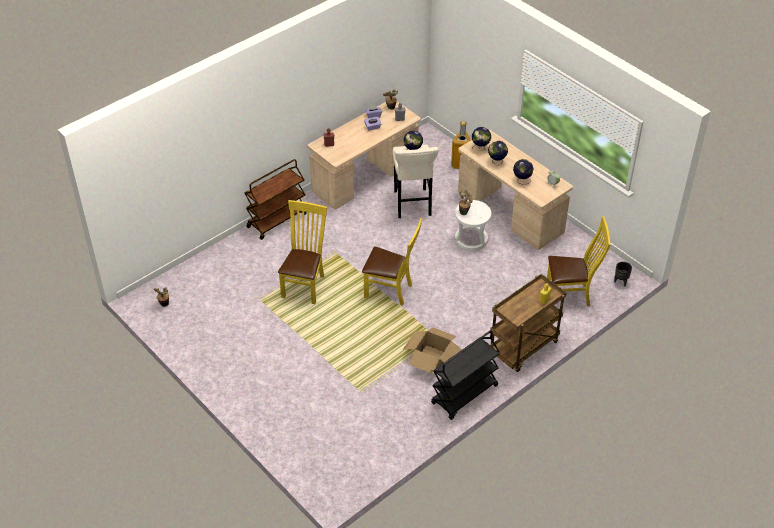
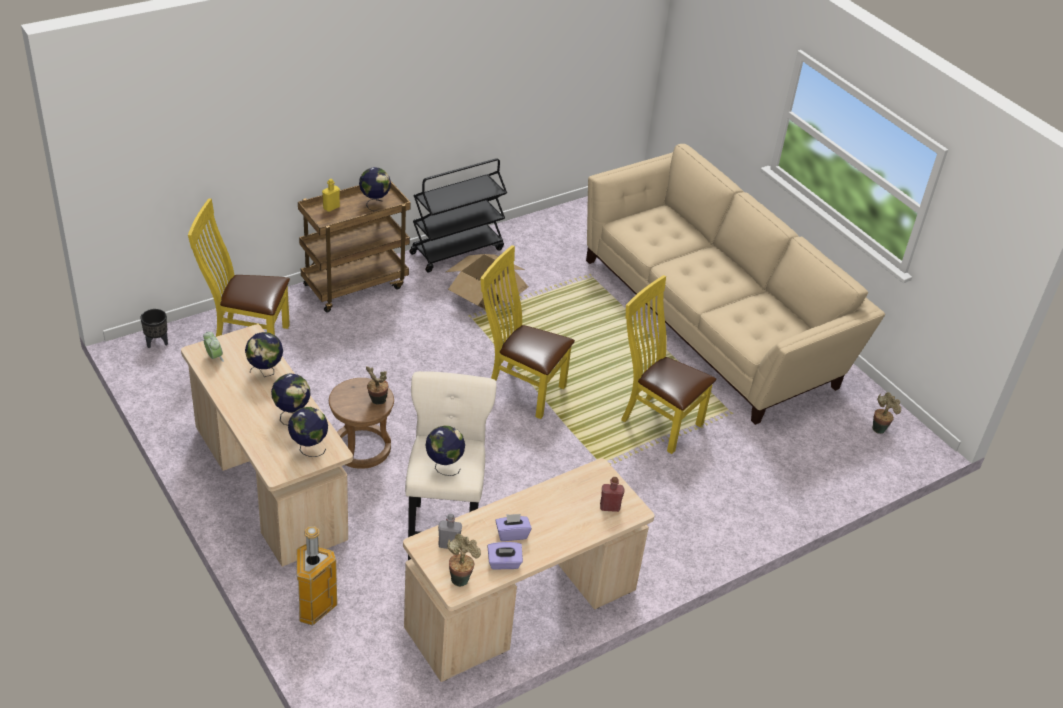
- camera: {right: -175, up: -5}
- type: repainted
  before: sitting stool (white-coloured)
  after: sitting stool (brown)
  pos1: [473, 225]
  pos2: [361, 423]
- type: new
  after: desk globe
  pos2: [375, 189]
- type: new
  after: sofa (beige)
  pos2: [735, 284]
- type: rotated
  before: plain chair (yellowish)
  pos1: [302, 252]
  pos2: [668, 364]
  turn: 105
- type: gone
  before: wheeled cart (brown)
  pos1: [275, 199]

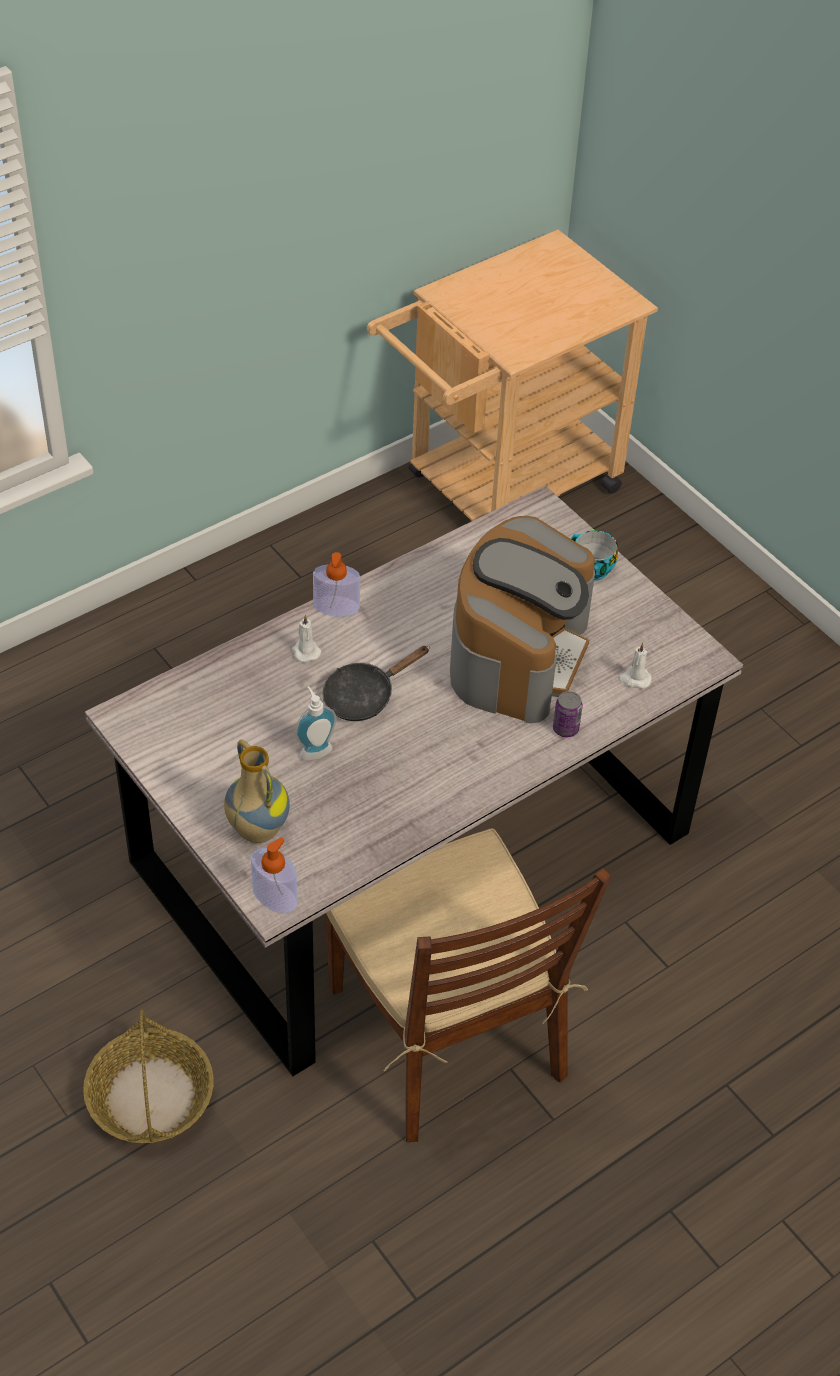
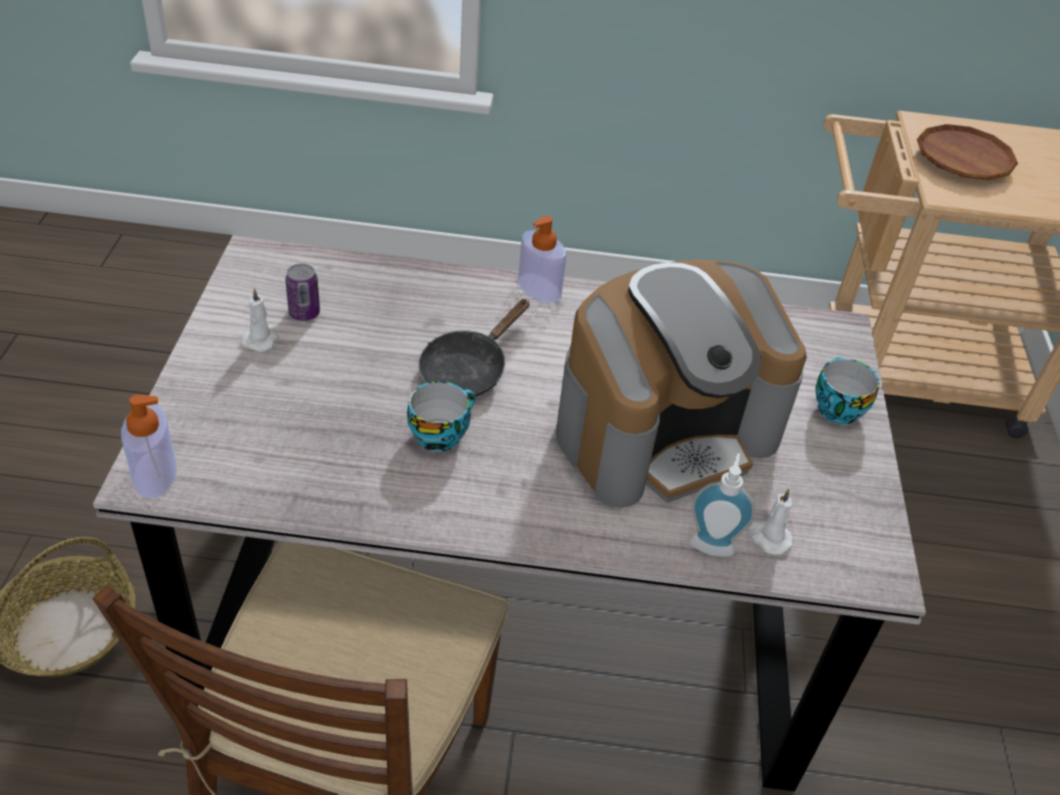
- camera: {right: 40, up: -5}
- type: shifted
  before: wax candle (white-coloured)
  pos1: [306, 639]
  pos2: [260, 320]
- type: shifted
  before: metal can
  pos1: [568, 714]
  pos2: [302, 292]
- type: new
  after: small cup
  pos2: [441, 416]
- type: rotated
  before: pan (black-coloured)
  pos1: [376, 683]
  pos2: [474, 348]
  turn: -60
- type: shifted
  before: soap dispenser
  pos1: [315, 723]
  pos2: [722, 505]
- type: new
  after: dinner plate (brown)
  pos2: [967, 152]
- type: gone
  before: decorative vase
  pos1: [257, 791]

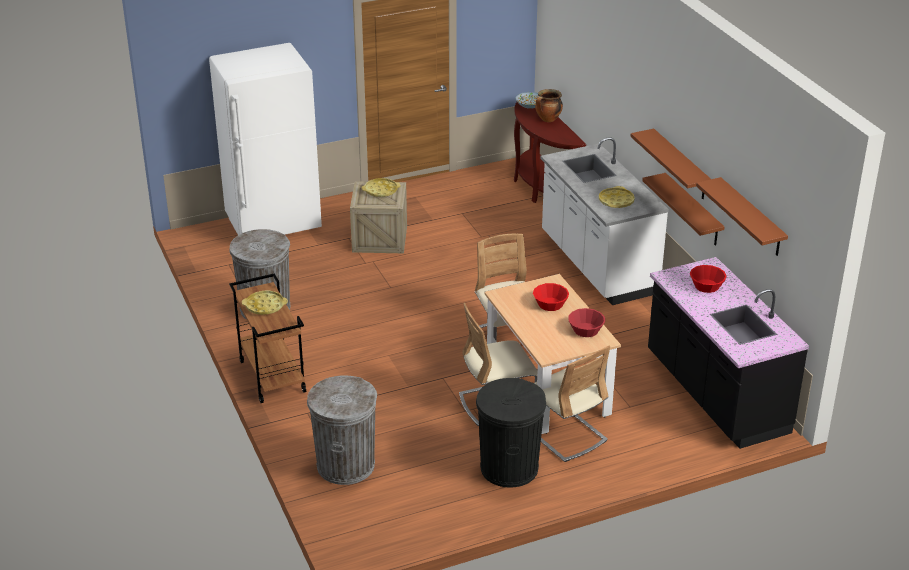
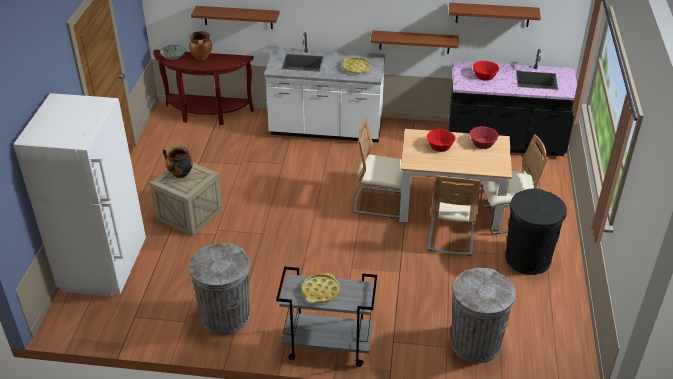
- camera: {right: -60, up: 5}
- type: swapped
  before: serving tray (yellowish)
  after: cooking pot
  pos1: [381, 187]
  pos2: [178, 162]
- type: shifted
  before: shelf (brown)
  pos1: [670, 164]
  pos2: [235, 17]
- type: repainted
  before: wheeled cart (brown)
  after: wheeled cart (grey)
  pos1: [267, 338]
  pos2: [326, 317]

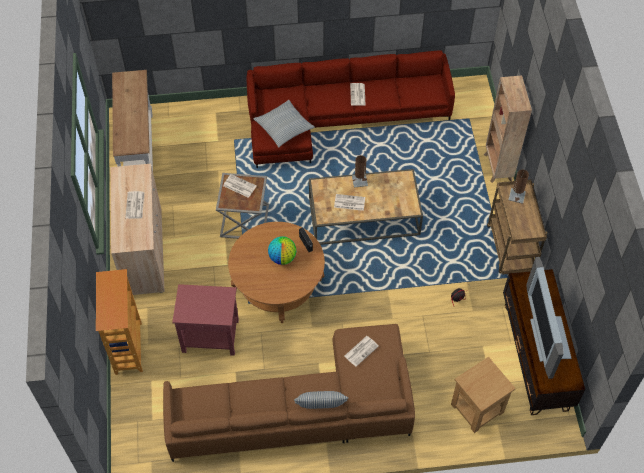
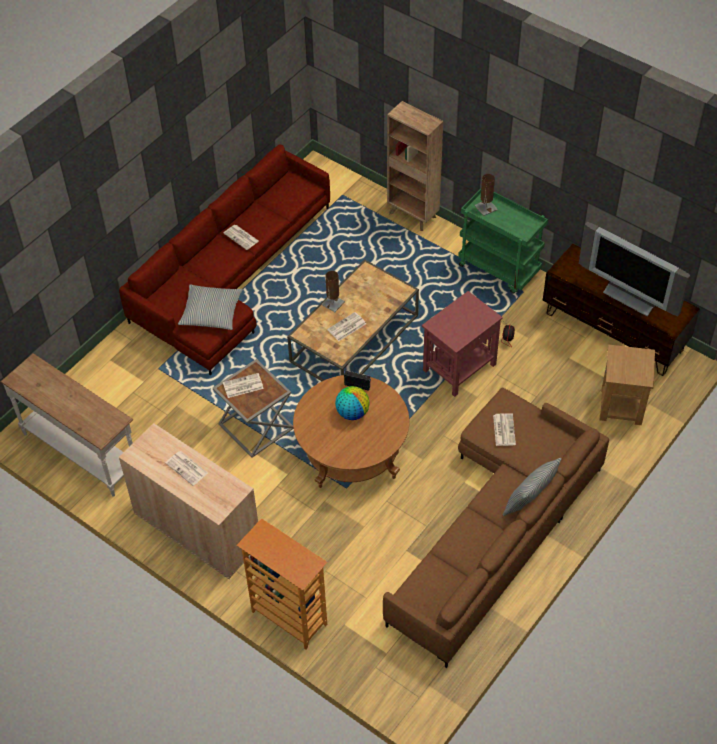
- camera: {right: -45, up: -5}
- type: shifted
  before: end table (red)
  pos1: [205, 320]
  pos2: [462, 344]
- type: repainted
  before: wheeled cart (brown)
  after: wheeled cart (green)
  pos1: [517, 227]
  pos2: [503, 241]

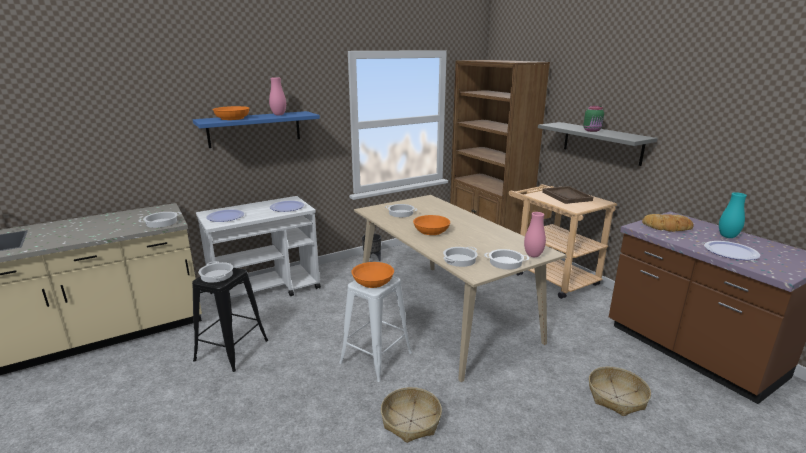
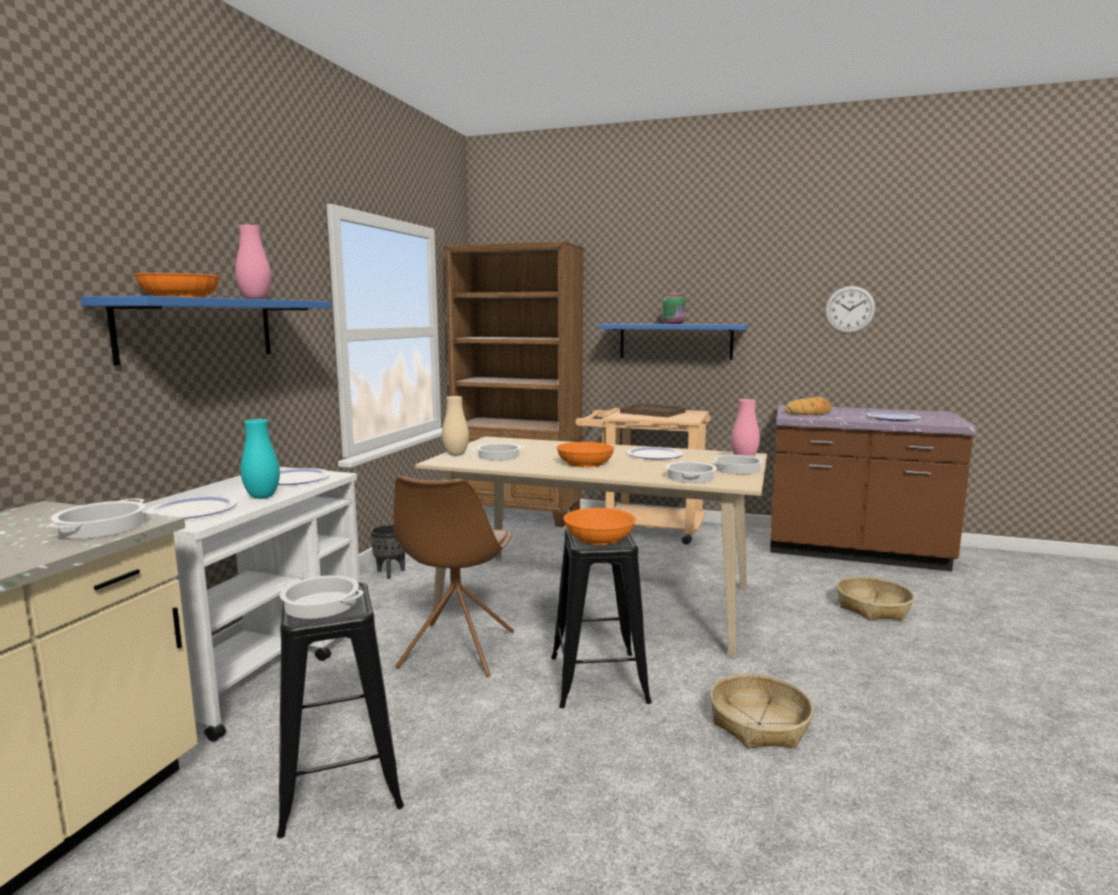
- camera: {right: -40, up: -10}
- type: shifted
  before: decorative vase (blue-green)
  pos1: [733, 215]
  pos2: [260, 459]
- type: new
  after: plain chair (brown)
  pos2: [454, 576]
- type: new
  after: decorative vase (beige)
  pos2: [455, 426]
- type: repainted
  before: sitting stool (white-coloured)
  after: sitting stool (black-coloured)
  pos1: [375, 329]
  pos2: [601, 619]
- type: repainted
  before: shelf (grey)
  after: shelf (blue-coloured)
  pos1: [598, 144]
  pos2: [673, 342]
- type: new
  after: dinner plate
  pos2: [655, 453]
- type: new
  after: clock on the wall
  pos2: [850, 310]

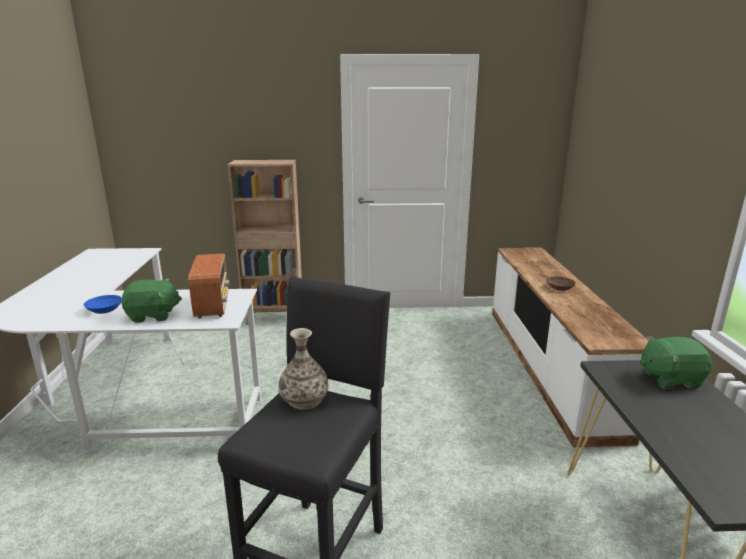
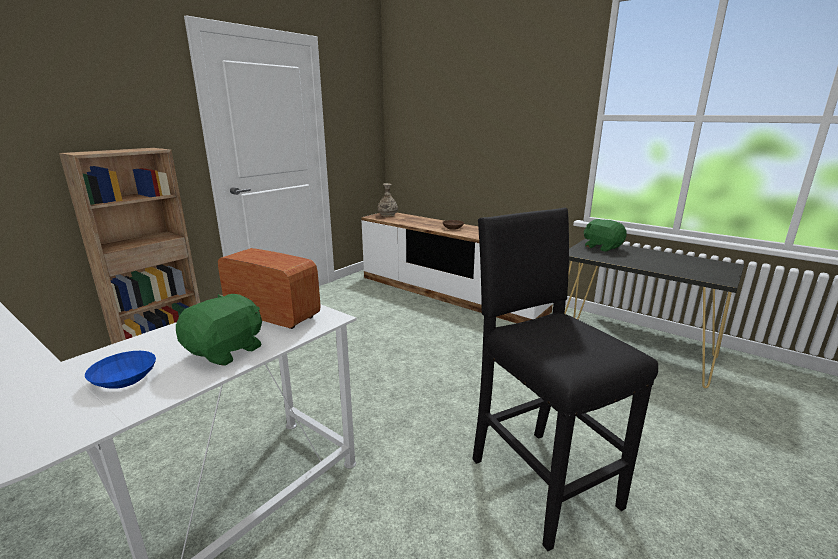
- camera: {right: -50, up: 0}
- type: shifted
  before: decorative vase
  pos1: [303, 369]
  pos2: [388, 200]
- type: rotated
  before: soft toy (green)
  pos1: [677, 362]
  pos2: [605, 235]
  turn: 105

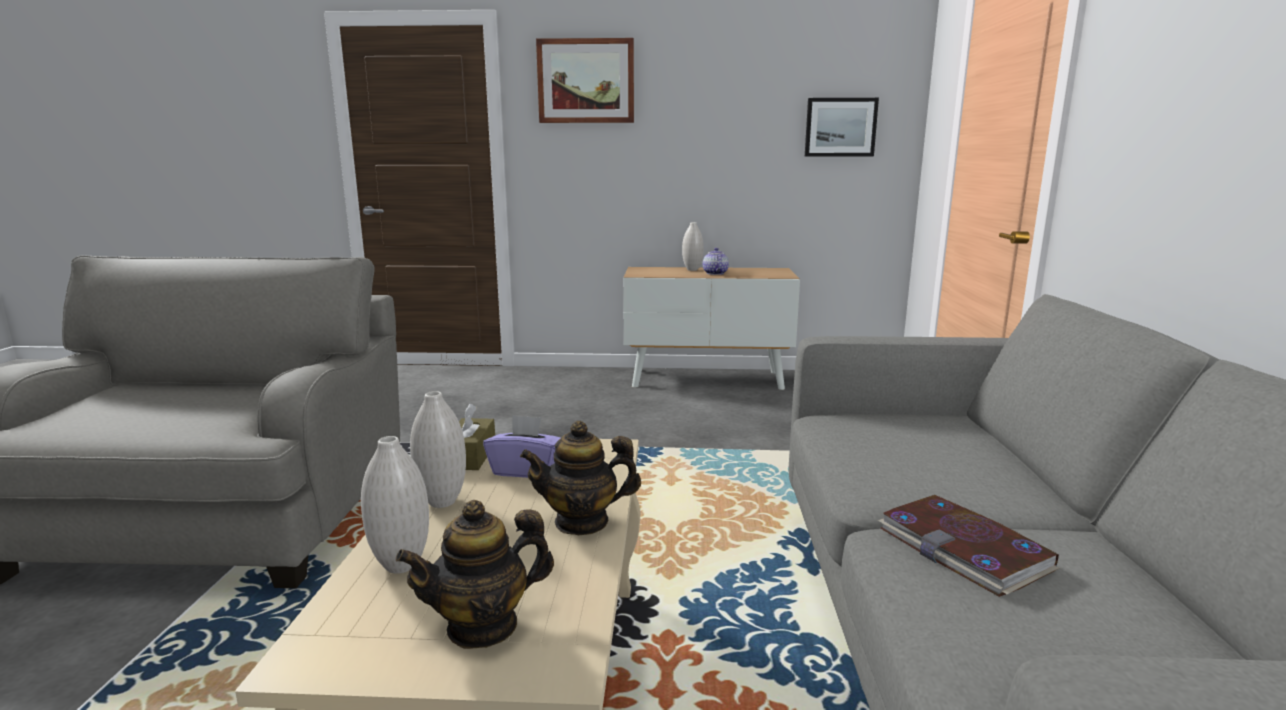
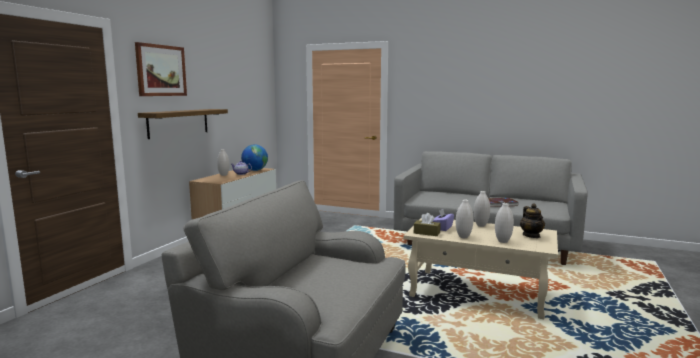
- camera: {right: -70, up: -5}
- type: new
  after: shelf
  pos2: [183, 124]
- type: new
  after: desk globe
  pos2: [254, 157]
- type: swapped
  before: teapot
  after: decorative vase (white-coloured)
  pos1: [580, 478]
  pos2: [482, 209]
- type: gone
  before: wall picture
  pos1: [842, 127]

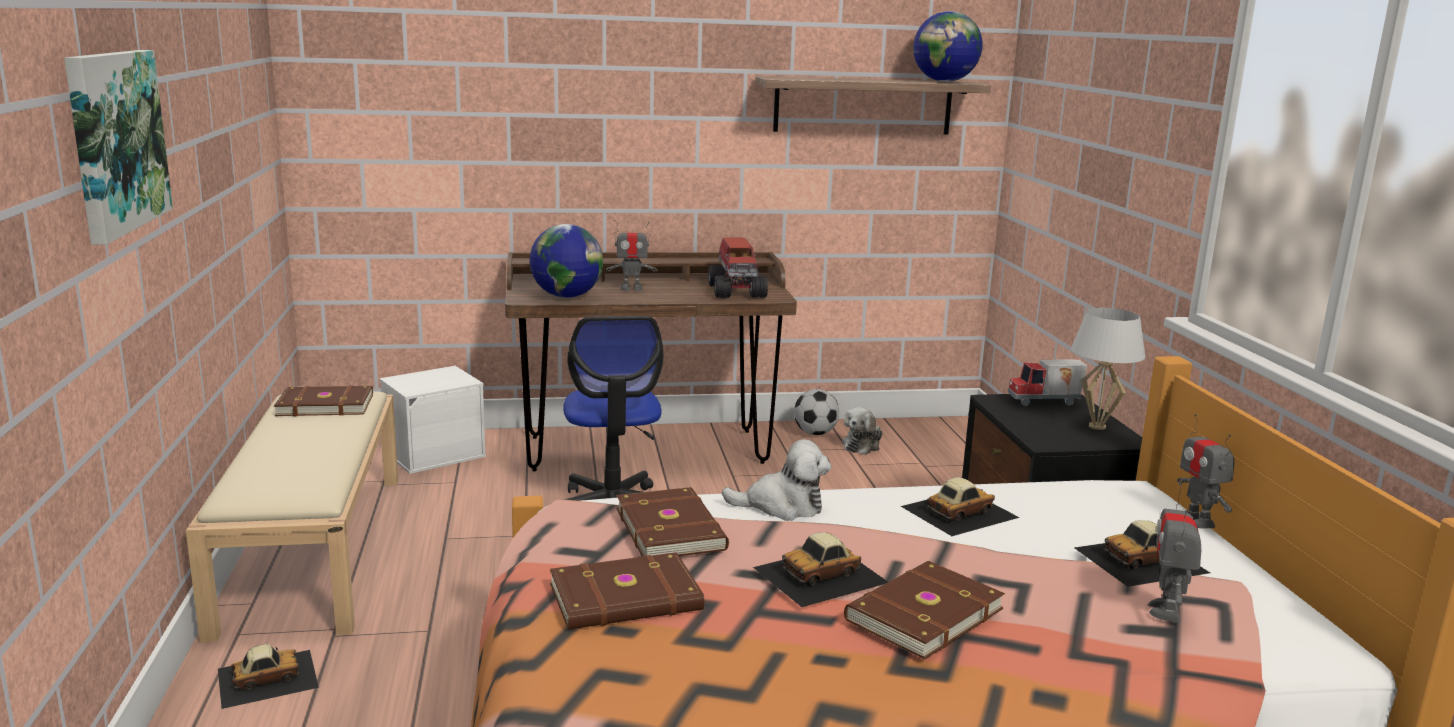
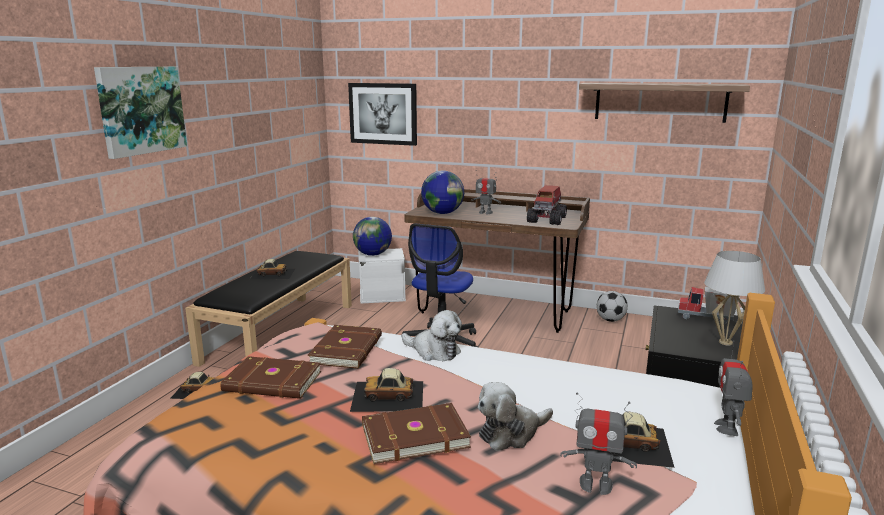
- camera: {right: 30, up: 0}
- type: repainted
  before: indoor bench (beige)
  after: indoor bench (black-coloured)
  pos1: [292, 517]
  pos2: [268, 309]
- type: shifted
  before: miniature car
  pos1: [960, 506]
  pos2: [272, 269]
- type: new
  after: wall picture
  pos2: [382, 114]
- type: shifted
  before: desk globe
  pos1: [947, 46]
  pos2: [372, 236]
- type: shifted
  before: soft toy
  pos1: [862, 431]
  pos2: [515, 416]
- type: rotated
  before: model robot
  pos1: [1174, 553]
  pos2: [598, 443]
  turn: -120
- type: gone
  before: bound book (brown)
  pos1: [323, 401]

